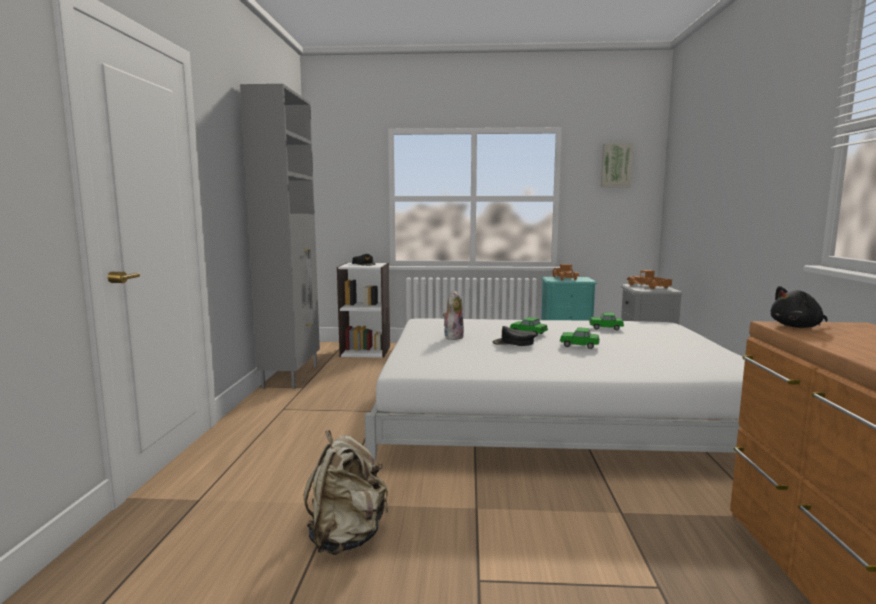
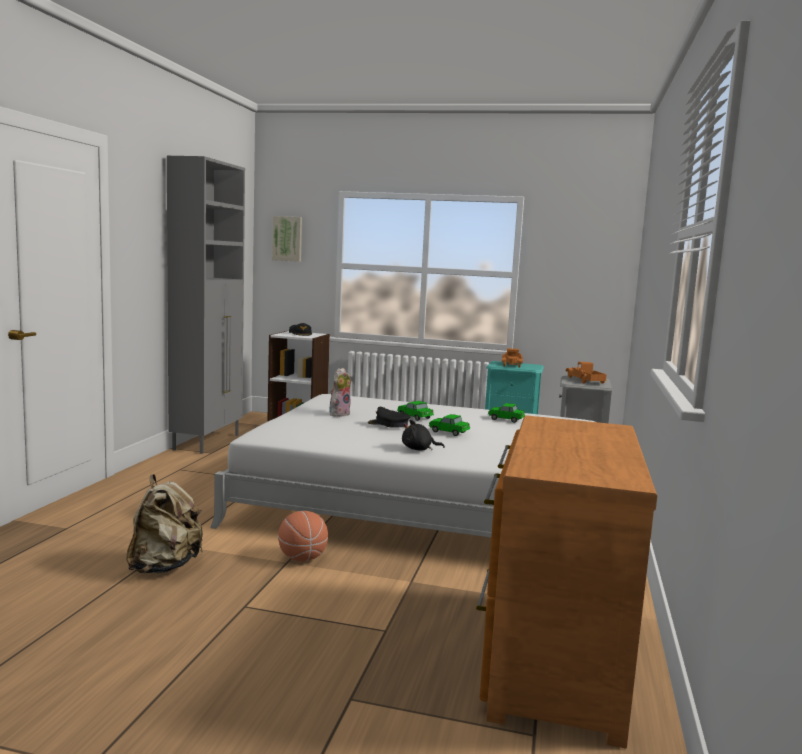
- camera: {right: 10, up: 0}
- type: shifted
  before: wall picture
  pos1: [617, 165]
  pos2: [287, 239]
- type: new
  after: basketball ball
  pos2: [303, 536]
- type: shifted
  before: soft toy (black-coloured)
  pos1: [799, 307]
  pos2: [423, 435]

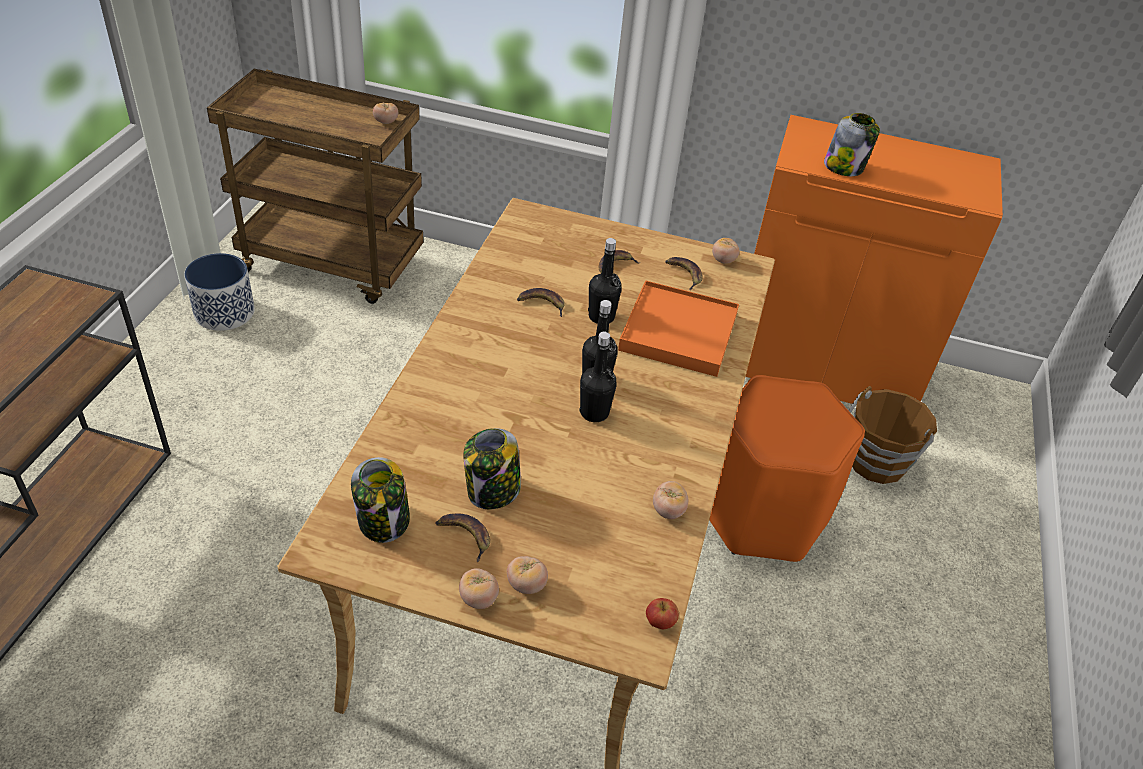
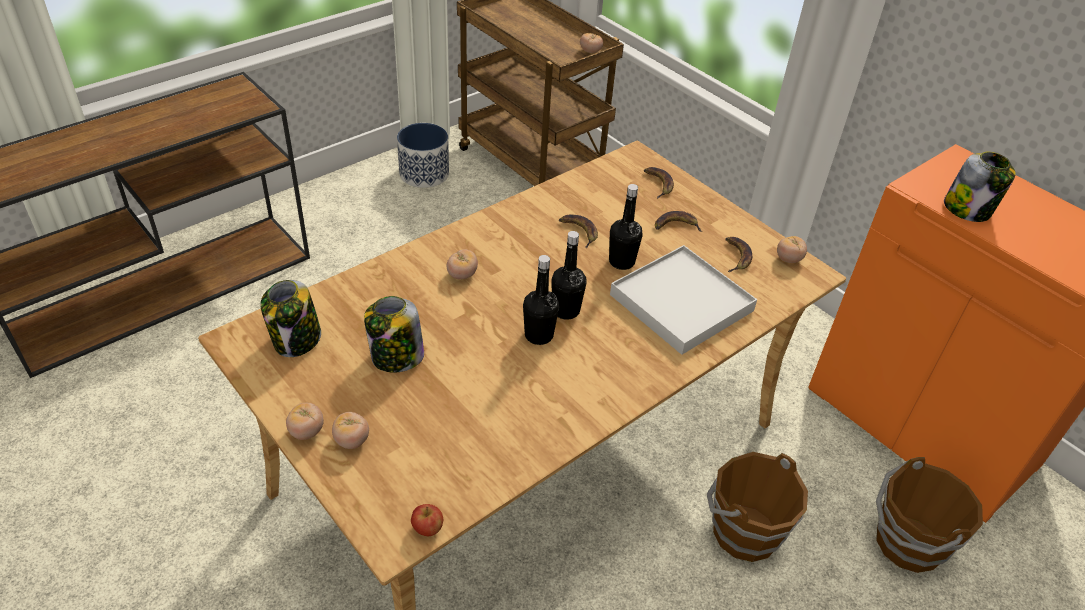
- camera: {right: 35, up: 0}
- type: shifted
  before: fresh tomato
  pos1: [670, 500]
  pos2: [462, 264]
- type: repainted
  before: serving tray (orange-coloured)
  after: serving tray (white-coloured)
  pos1: [678, 328]
  pos2: [683, 300]
- type: shifted
  before: banana fruit
  pos1: [462, 538]
  pos2: [659, 182]
- type: swapped
  before: sitting stool (orange-coloured)
  after: water bucket (brown)
  pos1: [787, 468]
  pos2: [757, 507]

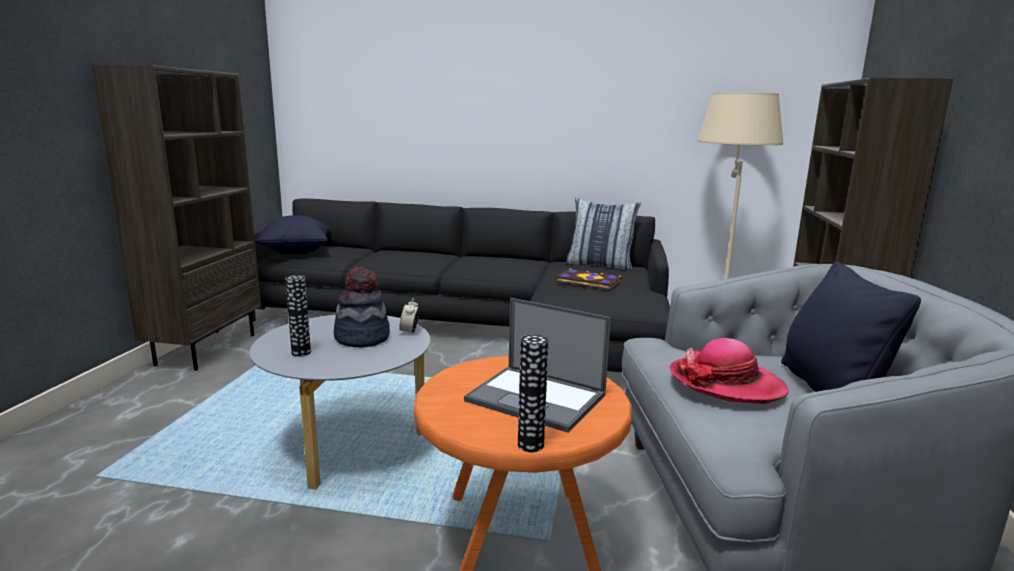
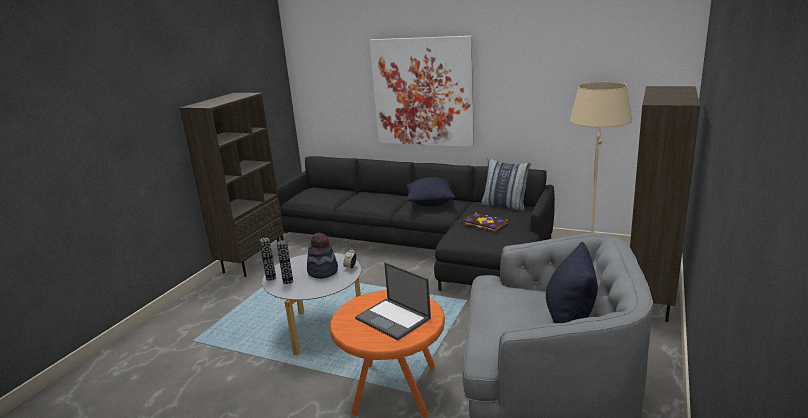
- camera: {right: 15, up: 5}
- type: shifted
  before: decorative vase
  pos1: [533, 393]
  pos2: [267, 259]
- type: new
  after: wall picture
  pos2: [422, 91]
- type: shifted
  before: cushion (black-coloured)
  pos1: [292, 235]
  pos2: [430, 191]
- type: gone
  before: clothing hat
  pos1: [729, 371]

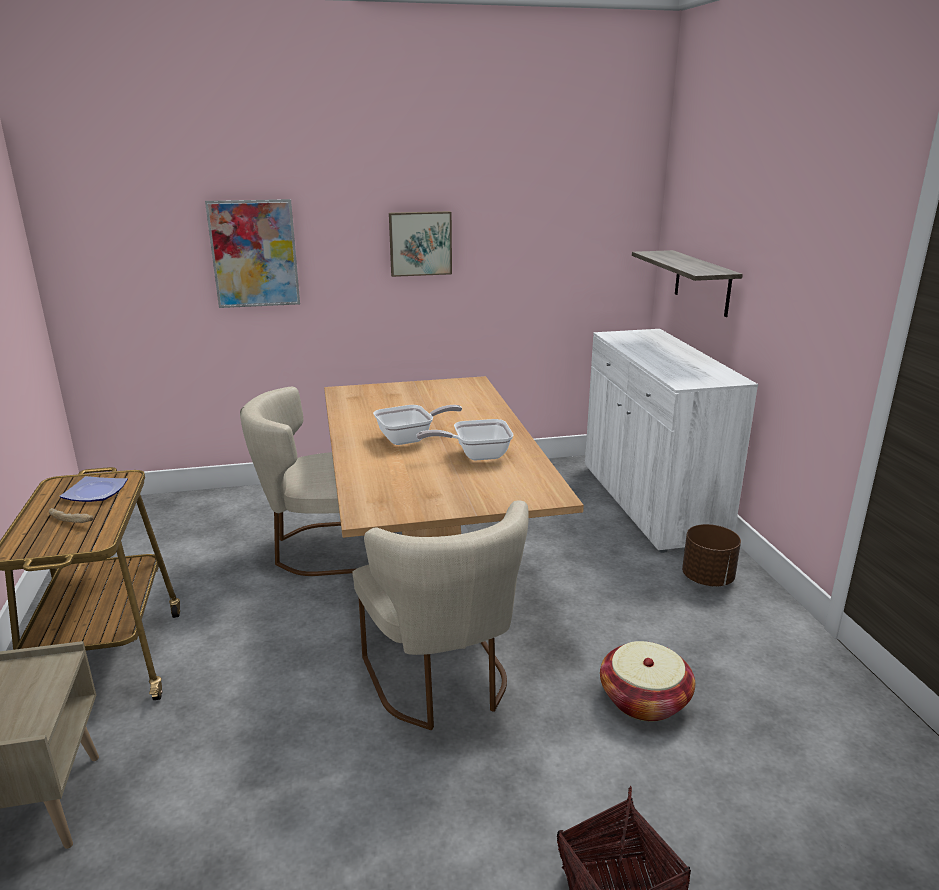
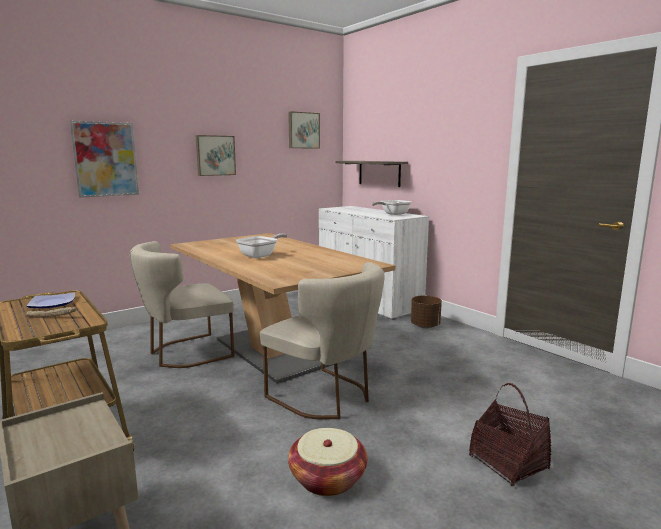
- camera: {right: -25, up: -10}
- type: new
  after: wall picture
  pos2: [304, 130]
- type: shifted
  before: household basket
  pos1: [647, 681]
  pos2: [327, 462]
- type: shifted
  before: pan
  pos1: [465, 440]
  pos2: [392, 207]

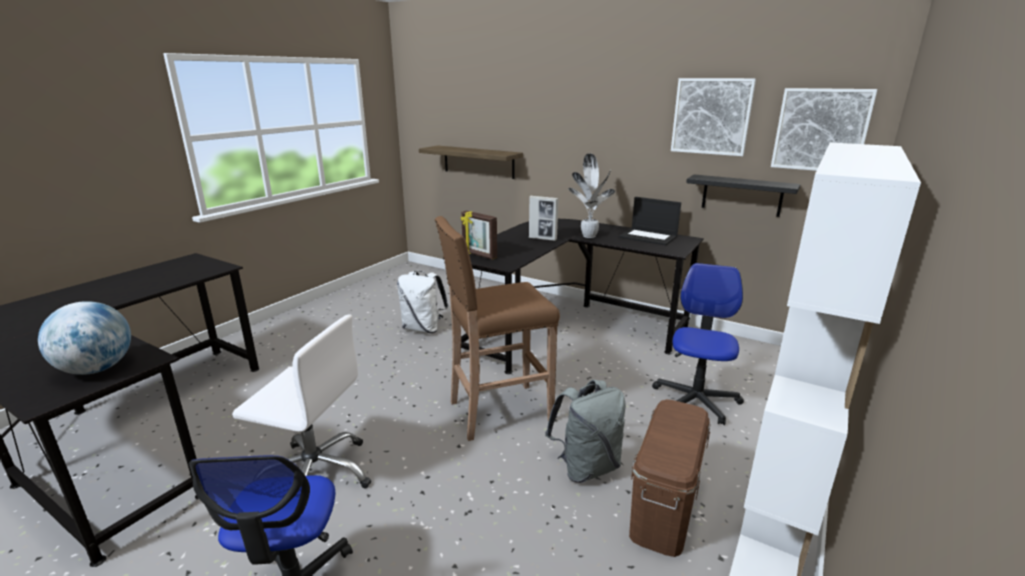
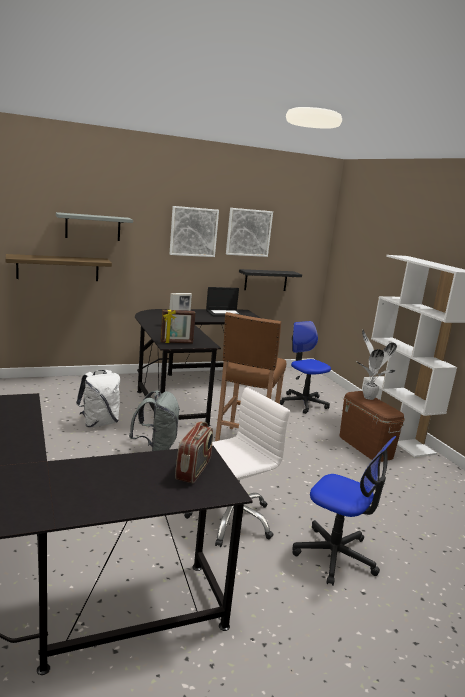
- camera: {right: -55, up: -5}
- type: new
  after: shelf (grey)
  pos2: [94, 226]
- type: shifted
  before: rucksack (grey)
  pos1: [585, 431]
  pos2: [154, 421]
- type: shifted
  before: wall picture
  pos1: [824, 129]
  pos2: [194, 231]
- type: swapped
  before: desk globe
  after: radio receiver
  pos1: [84, 338]
  pos2: [194, 452]
- type: shifted
  before: plant in a pot
  pos1: [591, 195]
  pos2: [376, 365]

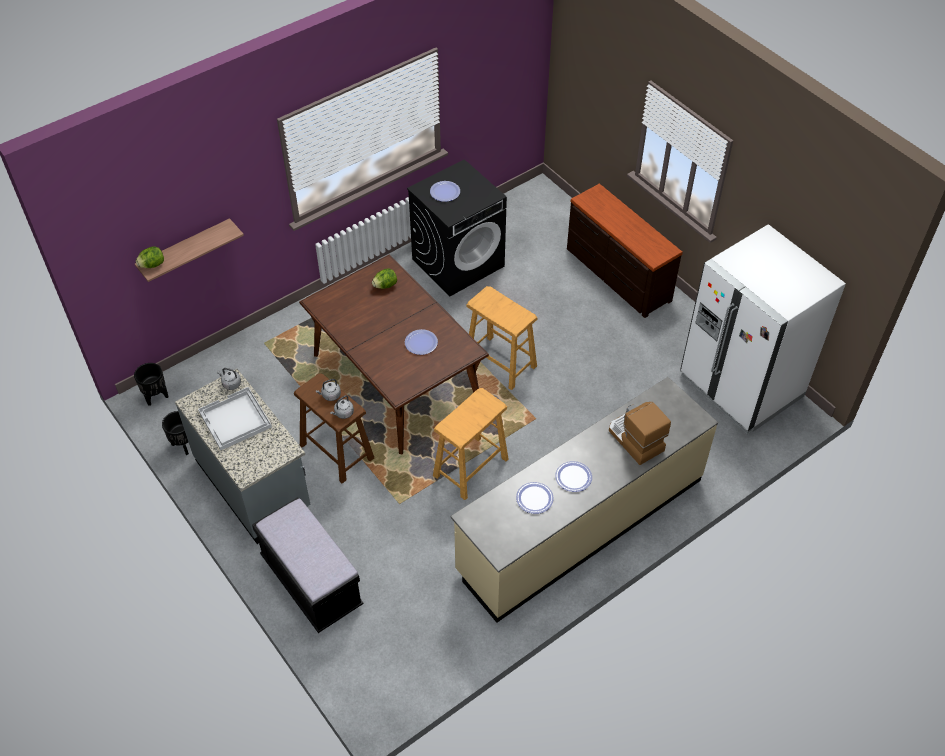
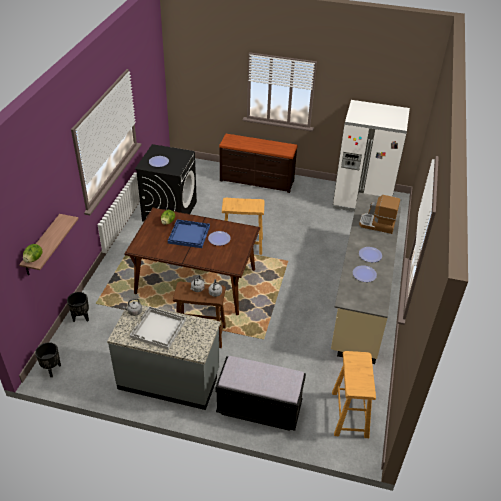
- camera: {right: -40, up: -10}
- type: shifted
  before: flower pot (black-coloured)
  pos1: [175, 433]
  pos2: [78, 307]
- type: new
  after: serving tray (blue-coloured)
  pos2: [189, 233]
- type: shifted
  before: sitting stool (beige)
  pos1: [471, 444]
  pos2: [354, 394]

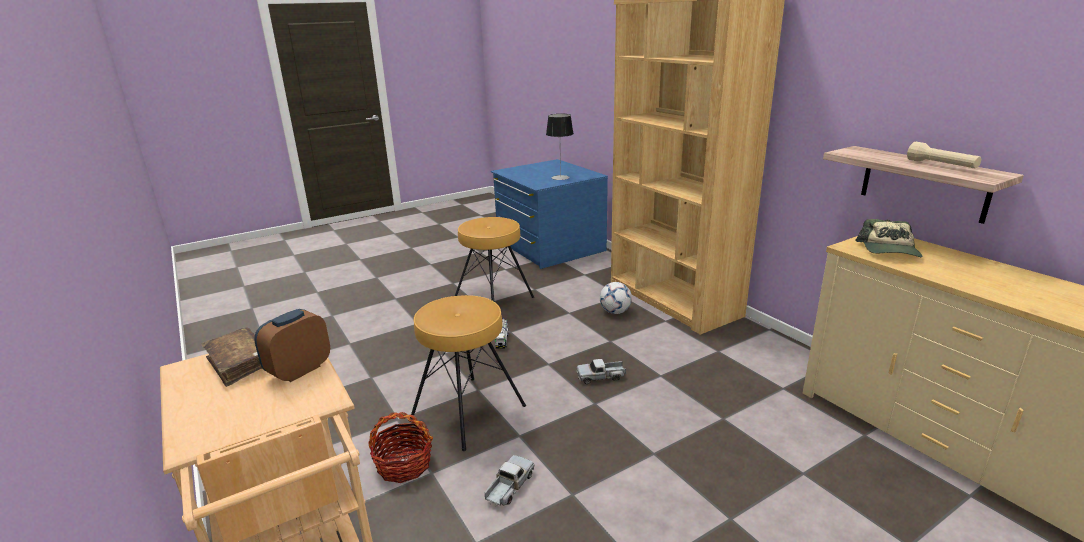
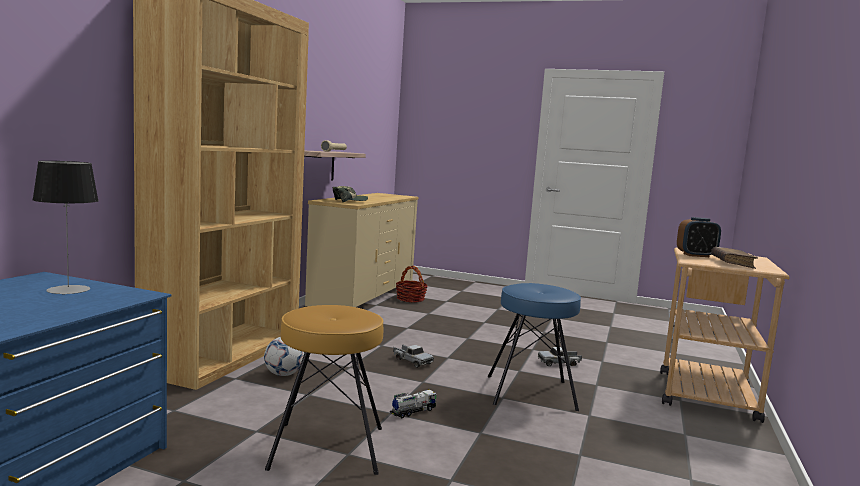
- camera: {right: -130, up: -15}
- type: shifted
  before: household basket
  pos1: [400, 447]
  pos2: [412, 284]
- type: repainted
  before: sitting stool (brown)
  after: sitting stool (blue-coloured)
  pos1: [468, 373]
  pos2: [534, 347]

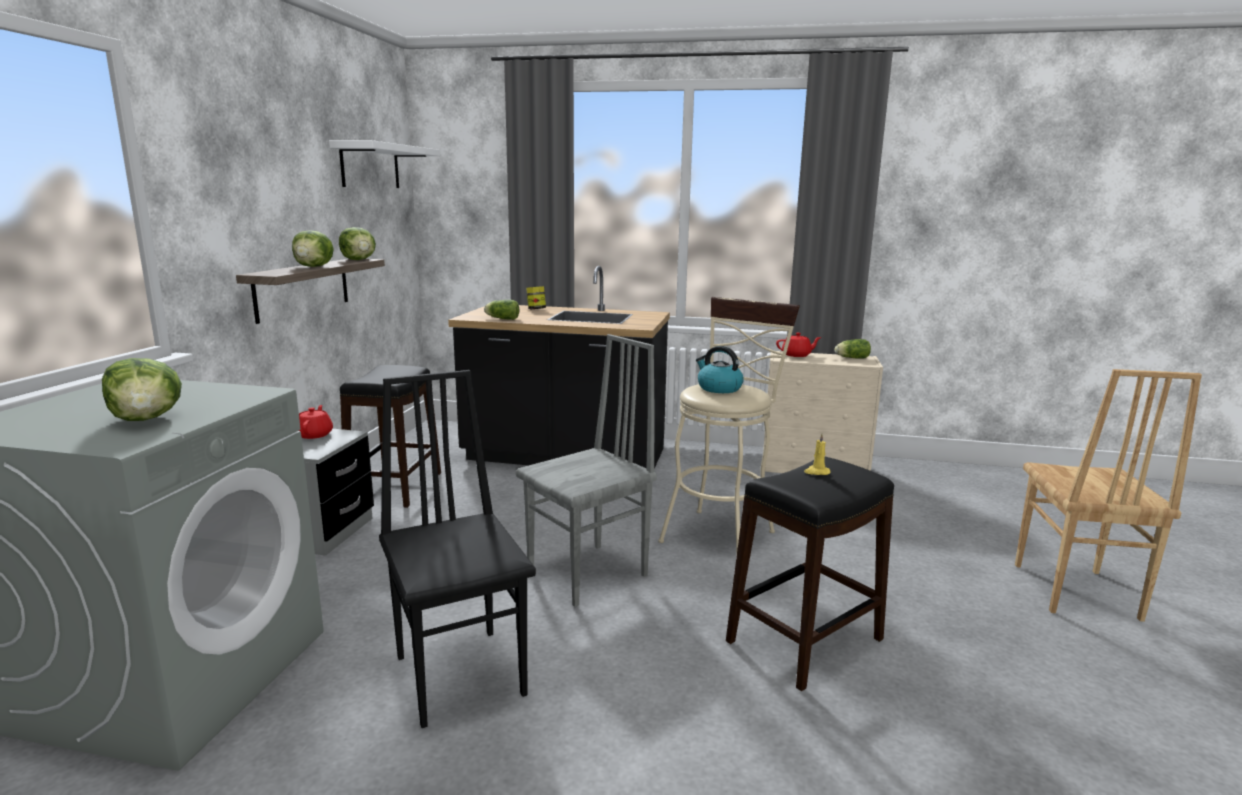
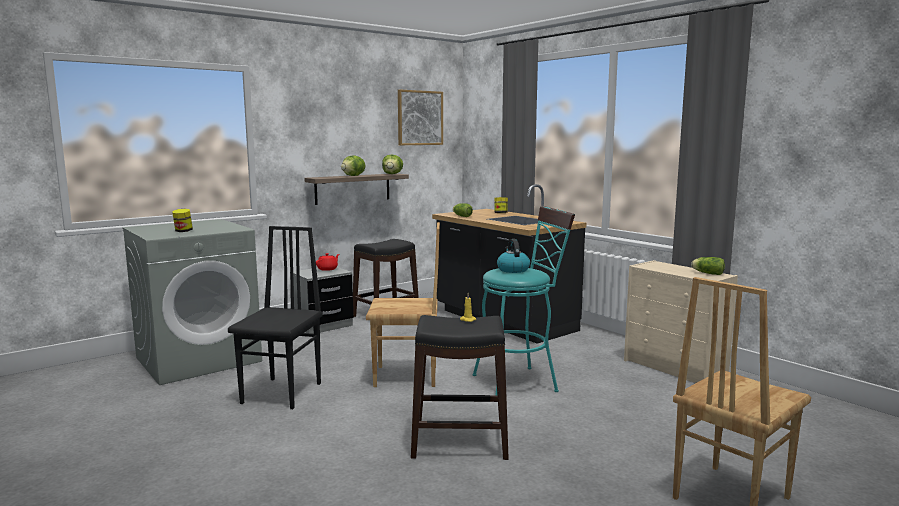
- camera: {right: 40, up: -5}
- type: swapped
  before: lettuce head
  after: preserve jar
  pos1: [142, 389]
  pos2: [182, 220]
- type: repainted
  before: plain chair (grey)
  after: plain chair (brown)
  pos1: [586, 470]
  pos2: [403, 304]
- type: swapped
  before: shelf (white-coloured)
  after: wall picture
  pos1: [384, 164]
  pos2: [420, 117]
- type: repainted
  before: sitting stool (beige)
  after: sitting stool (blue-green)
  pos1: [729, 426]
  pos2: [524, 301]
- type: gone
  before: teapot (red)
  pos1: [799, 345]

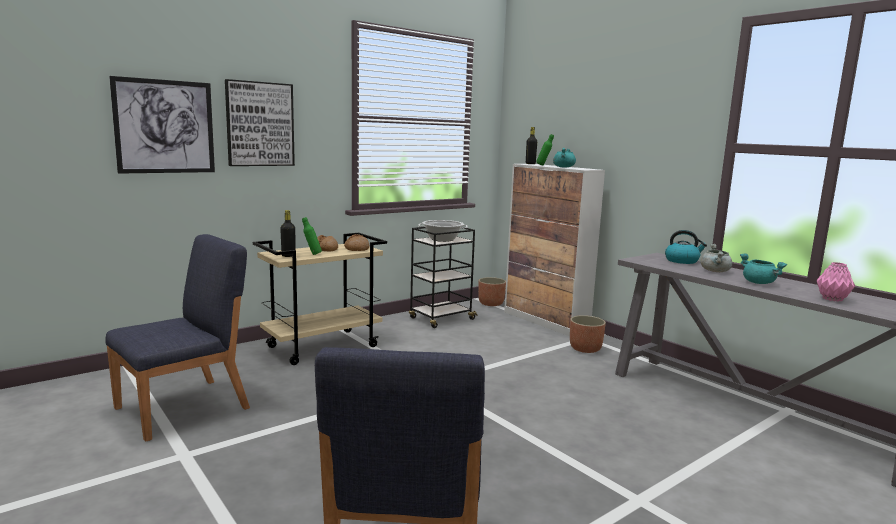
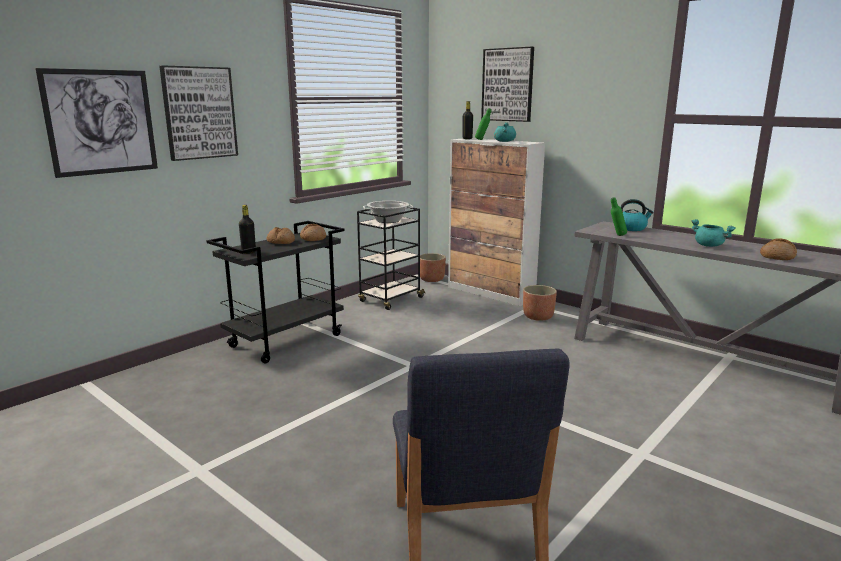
- camera: {right: -10, up: 5}
- type: repainted
  before: wheeled cart (beige)
  after: wheeled cart (black-coloured)
  pos1: [320, 299]
  pos2: [275, 292]
- type: new
  after: wall picture
  pos2: [507, 84]
- type: shifted
  before: bottle (green)
  pos1: [312, 236]
  pos2: [619, 216]
- type: swapped
  before: decorative vase (pink-coloured)
  after: bread
  pos1: [836, 282]
  pos2: [778, 249]
- type: gone
  before: plain chair (blue-coloured)
  pos1: [177, 337]
- type: gone
  before: cooking pot (grey)
  pos1: [716, 258]

